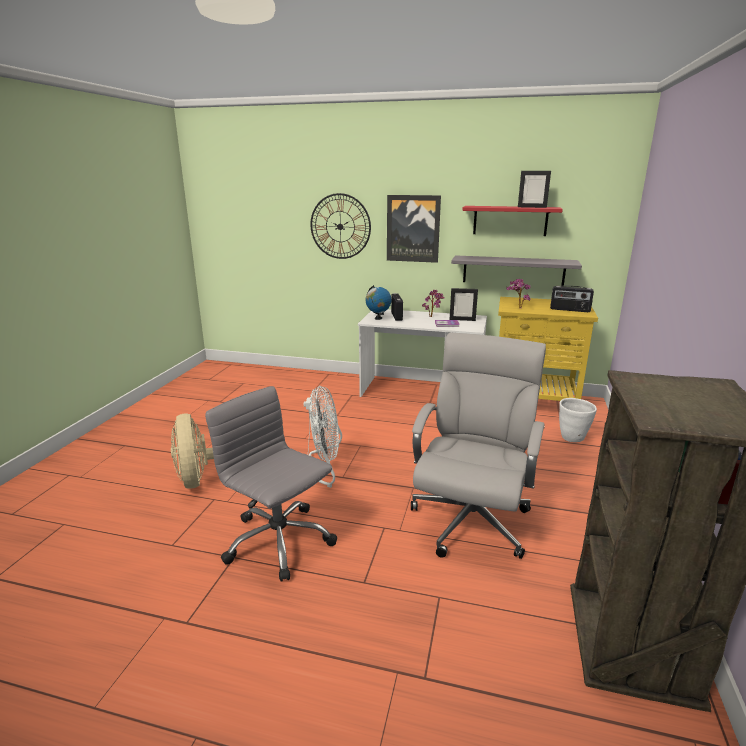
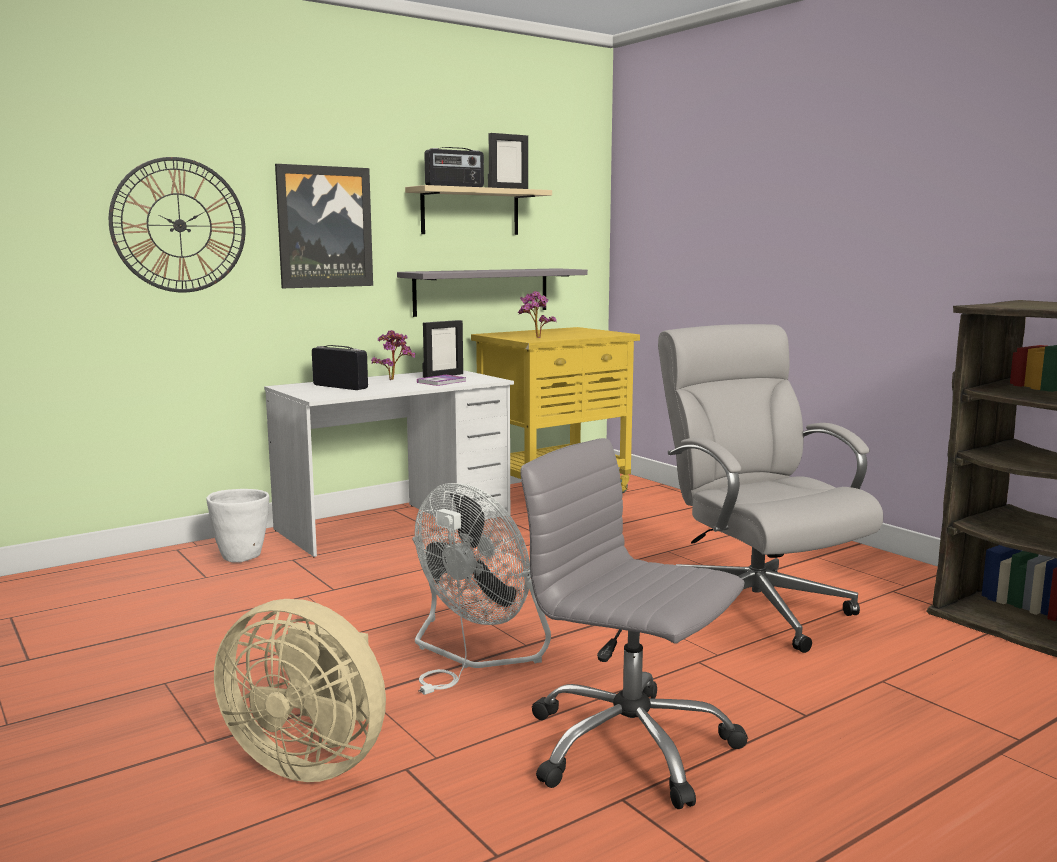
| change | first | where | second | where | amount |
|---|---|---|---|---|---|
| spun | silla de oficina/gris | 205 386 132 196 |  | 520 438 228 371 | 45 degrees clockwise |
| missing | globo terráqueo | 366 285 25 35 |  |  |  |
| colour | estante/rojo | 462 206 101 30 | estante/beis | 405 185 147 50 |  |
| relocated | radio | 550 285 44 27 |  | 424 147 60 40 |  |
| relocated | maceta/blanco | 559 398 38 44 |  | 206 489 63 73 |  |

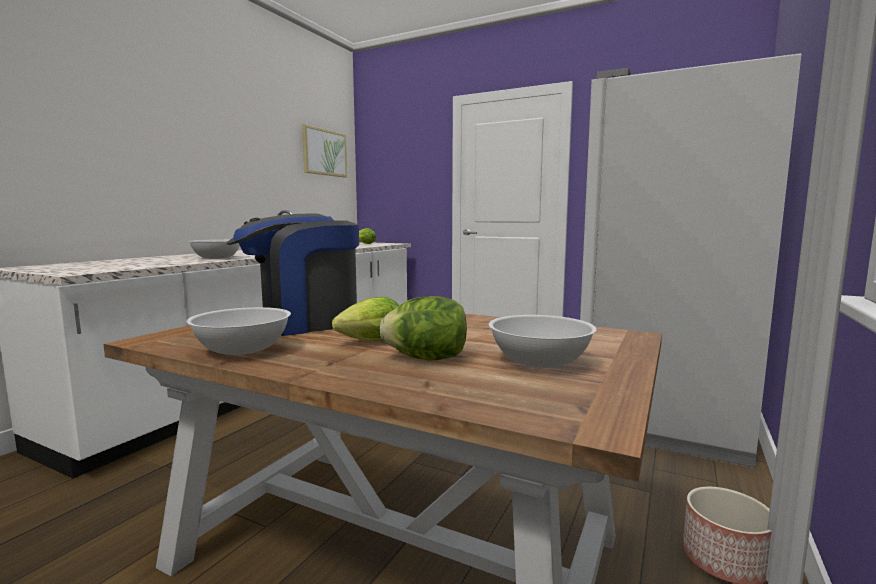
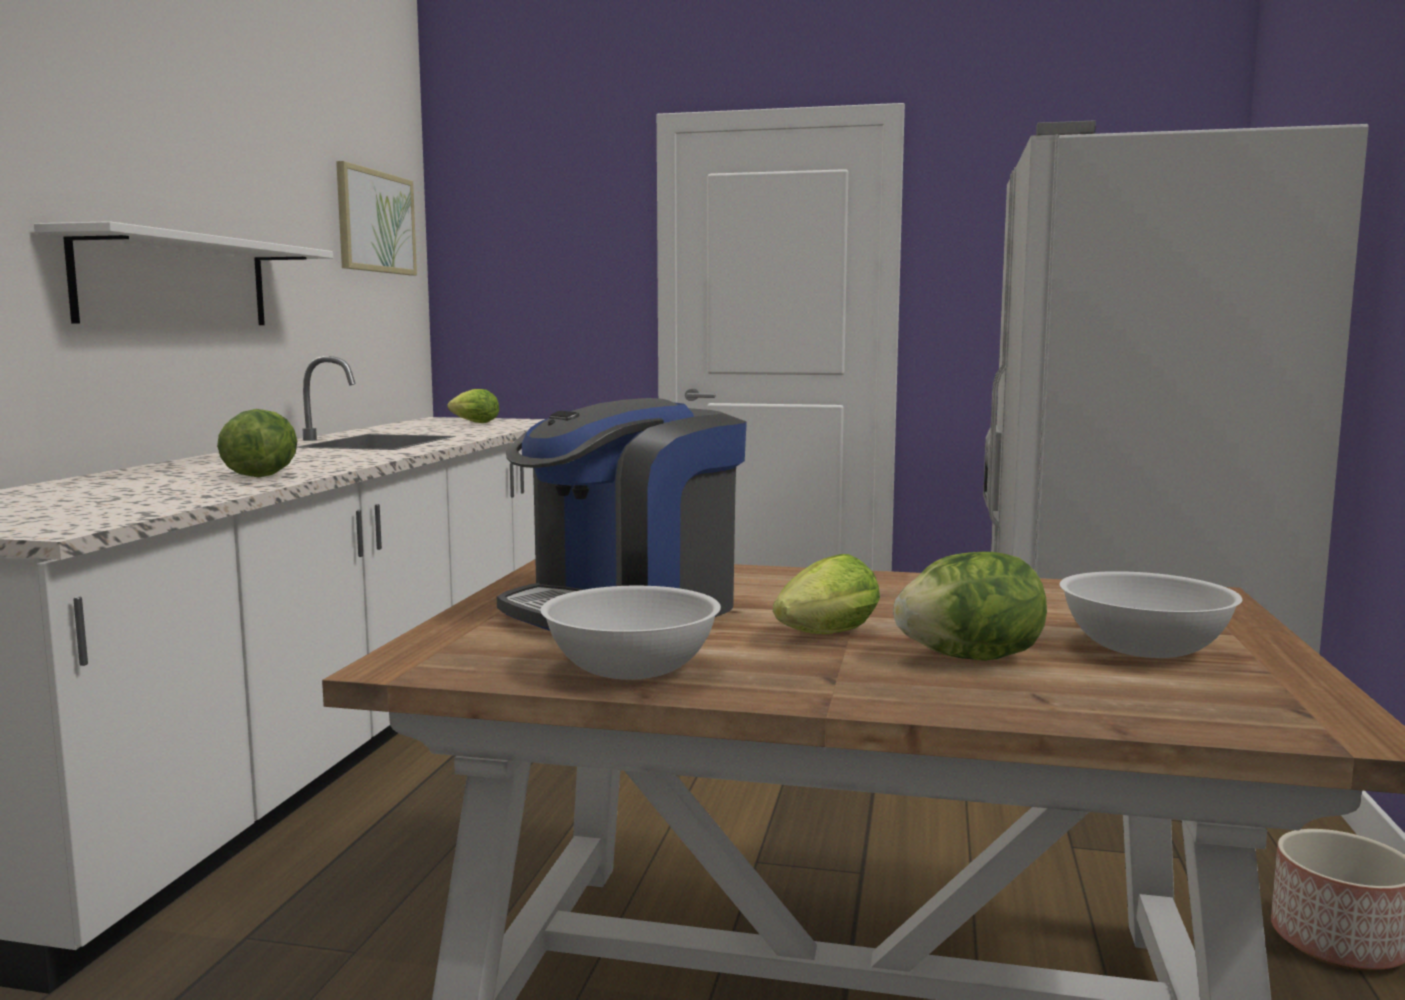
| change | first | where | second | where | amount |
|---|---|---|---|---|---|
| exchanged | cuenco/blanco | 188 240 52 19 | lechuga | 217 409 80 69 |  |
| appeared |  |  | estante/blanco | 34 221 299 104 |  |

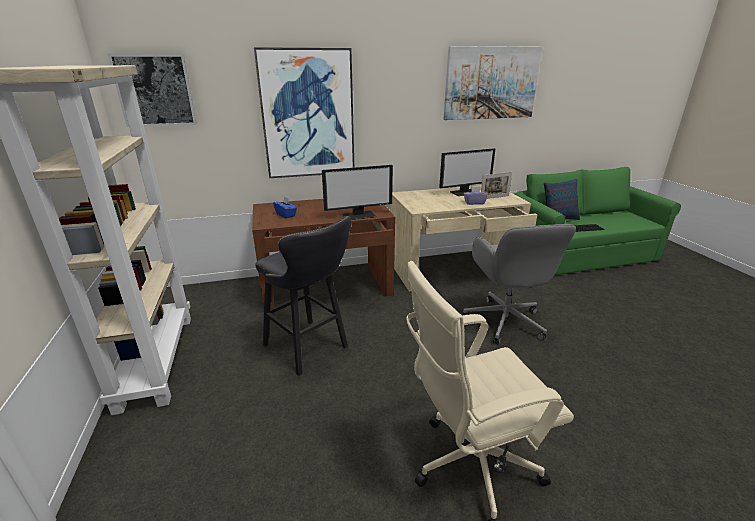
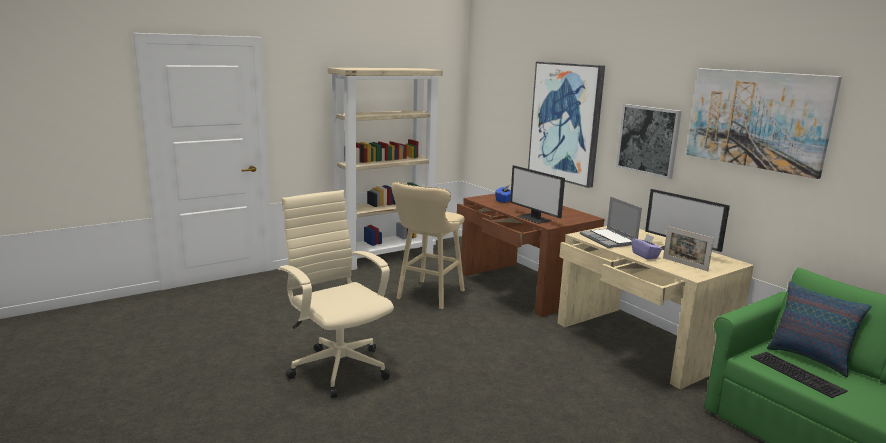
| change | first | where | second | where | amount |
|---|---|---|---|---|---|
| relocated | cuadro | 108 54 89 73 |  | 616 104 66 75 |  |
| colour | taburete/negro | 255 216 97 160 | taburete/beis | 391 182 74 127 |  |
| missing | silla de oficina/gris | 463 224 113 121 |  |  |  |
| appeared |  |  | portátil | 580 197 62 51 |  |

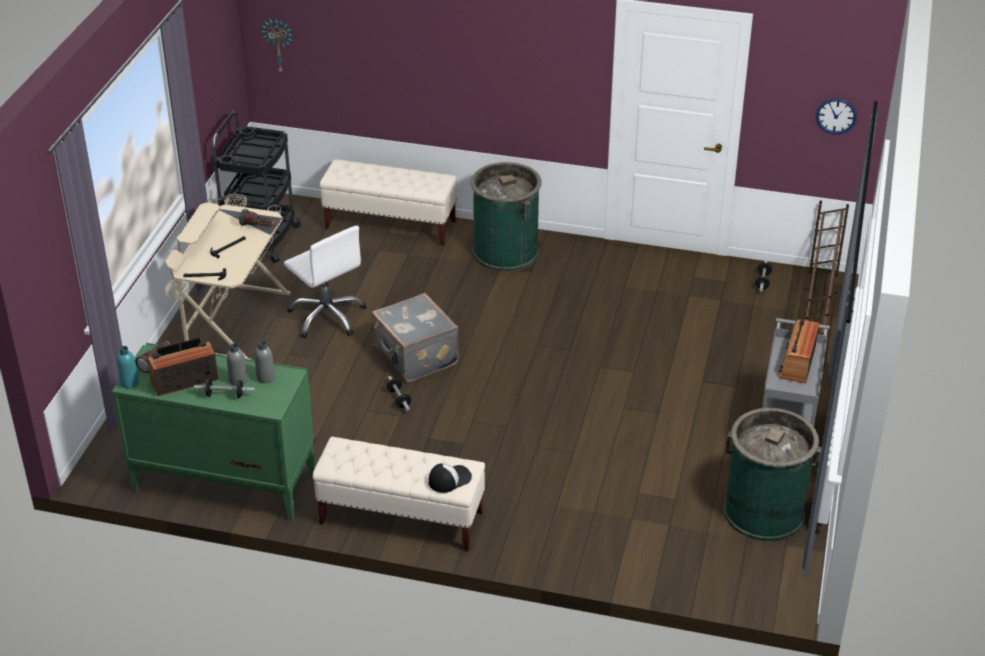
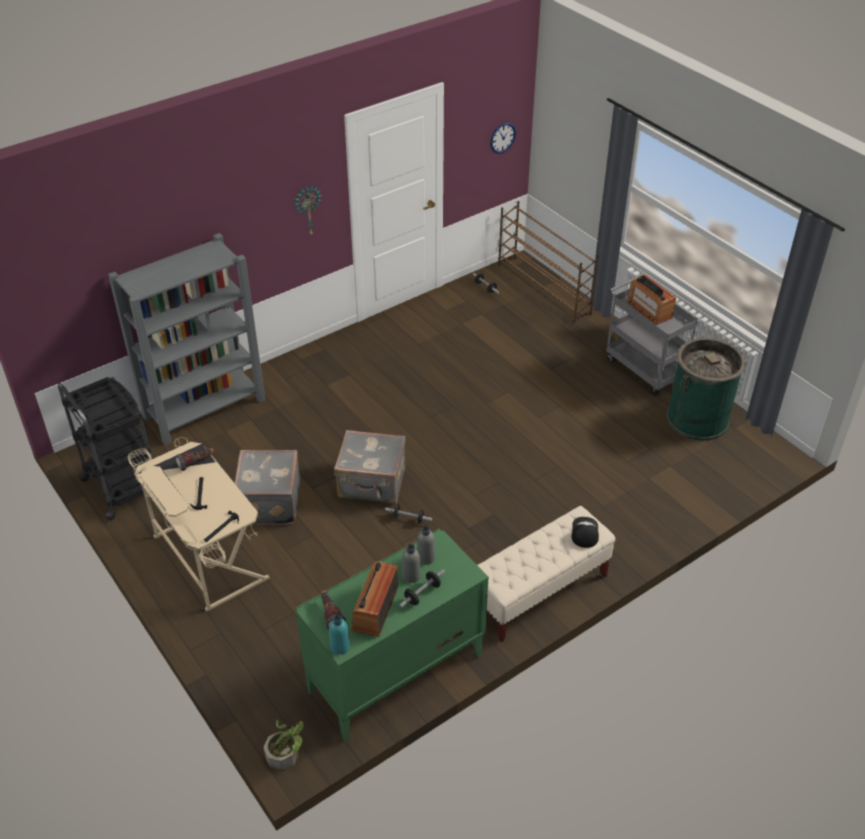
| change | first | where | second | where | amount |
|---|---|---|---|---|---|
| relocated | reloj de pared | 261 18 33 55 |  | 294 185 28 52 |  |
| exchanged | silla de oficina/blanco | 284 226 83 112 | maleta/gris | 235 450 65 75 |  |
| exchanged | banco/beis | 320 159 137 87 | estantería/gris | 108 233 157 212 |  |
| missing | papelera/verde | 471 162 71 109 |  |  |  |
| appeared |  |  | planta en maceta | 264 720 39 51 |  |

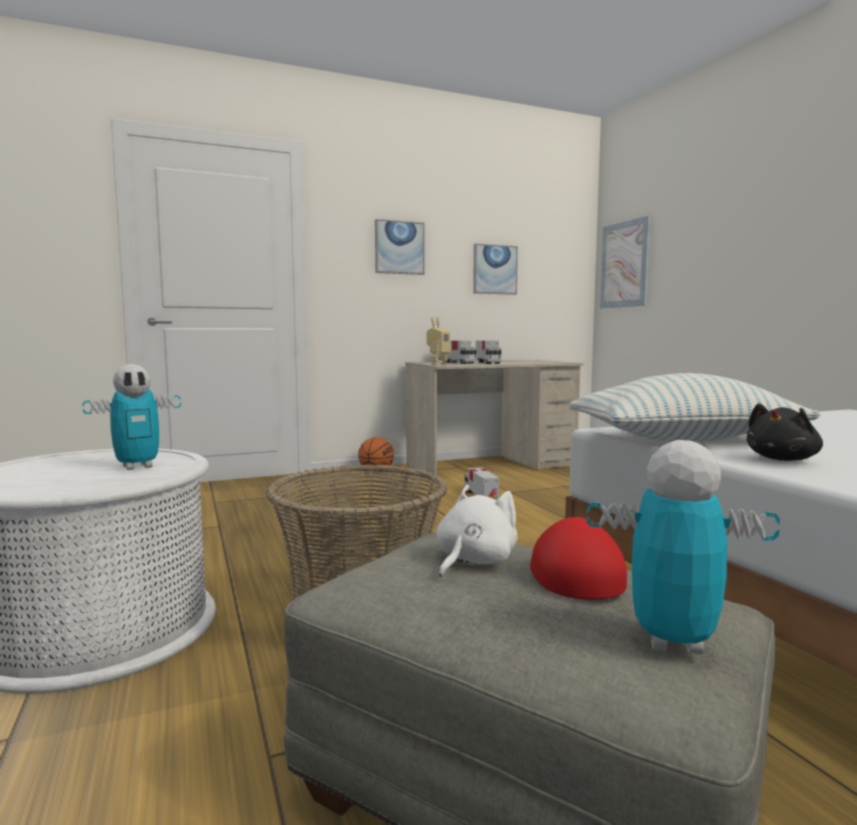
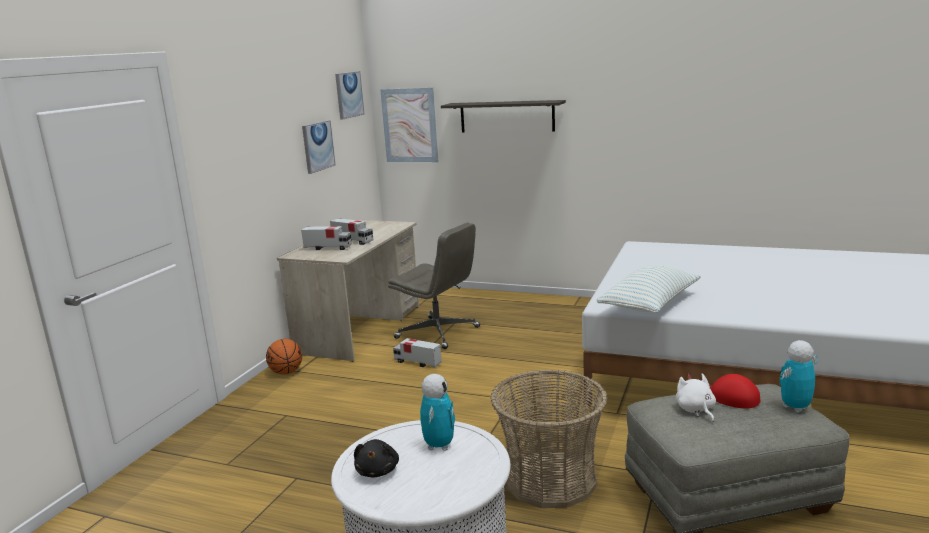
| change | first | where | second | where | amount |
|---|---|---|---|---|---|
| relocated | cuadro | 375 219 50 56 |  | 335 71 29 49 |  |
| missing | robot de juguete | 427 317 24 48 |  |  |  |
| relocated | peluche/negro | 747 403 76 58 |  | 354 439 45 38 |  |
| appeared |  |  | silla de oficina/gris | 388 223 92 126 |  |
| appeared |  |  | estante | 441 100 125 33 |  |

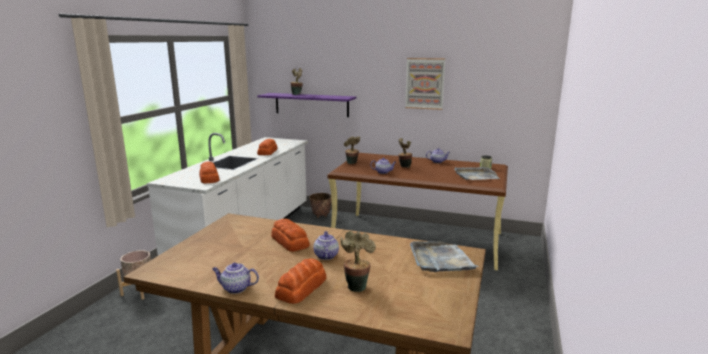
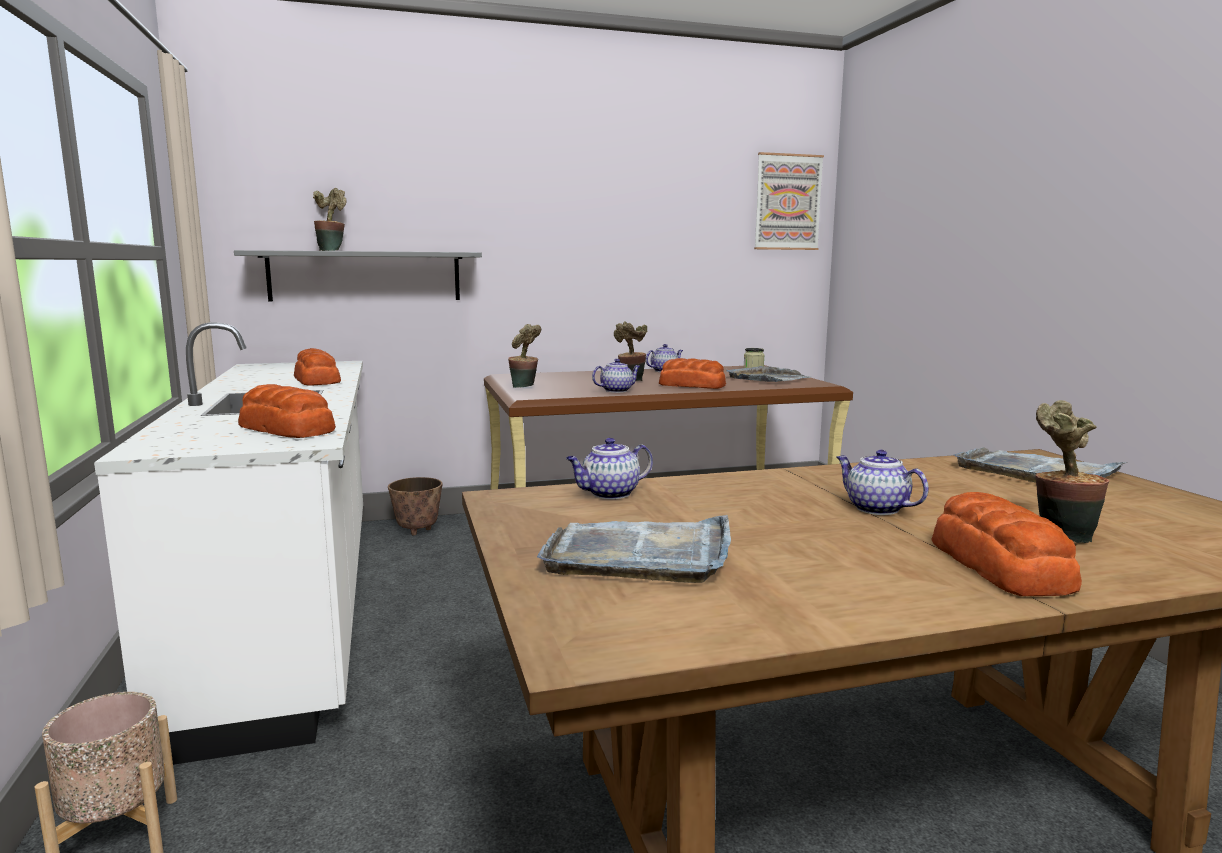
| change | first | where | second | where | amount |
|---|---|---|---|---|---|
| relocated | tetera | 212 263 47 31 |  | 566 438 87 61 |  |
| colour | estante/morado | 258 93 98 24 | estante/gris | 234 250 248 51 |  |
| relocated | pan | 271 219 39 33 |  | 659 358 67 31 |  |
| relocated | cuadro | 405 58 41 52 |  | 754 152 70 98 |  |
| appeared |  |  | bandeja/gris | 537 515 194 68 |  |

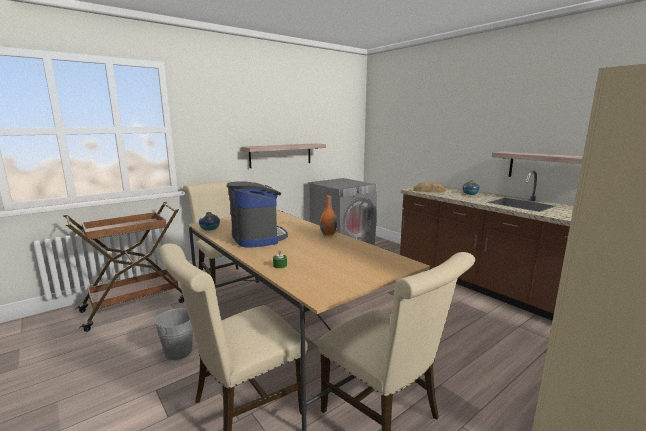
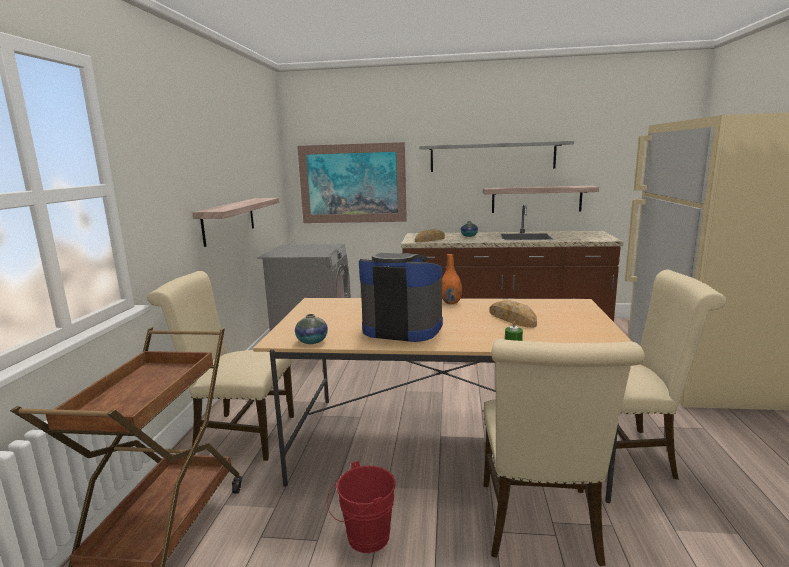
| change | first | where | second | where | amount |
|---|---|---|---|---|---|
| colour | cubo/gris | 152 308 41 52 | cubo/rojo | 327 461 69 92 |  |
| appeared |  |  | cuadro | 297 142 110 81 |  |
| appeared |  |  | estante/gris | 419 141 155 31 |  |
| appeared |  |  | pan | 490 300 47 28 |  |

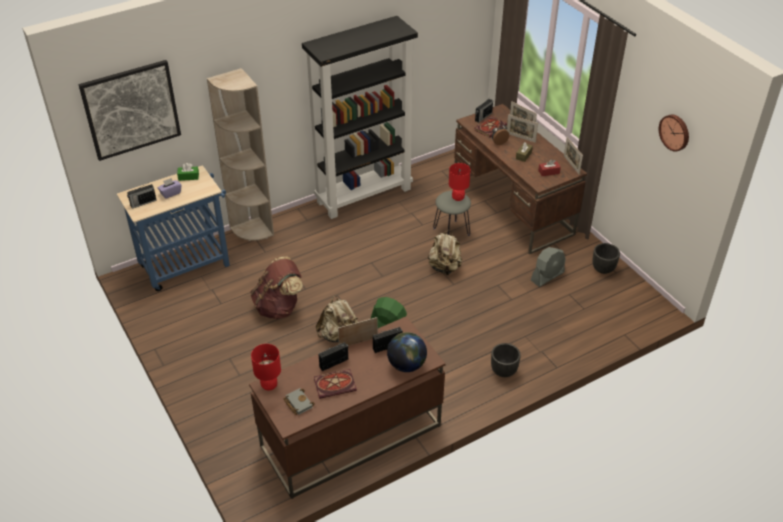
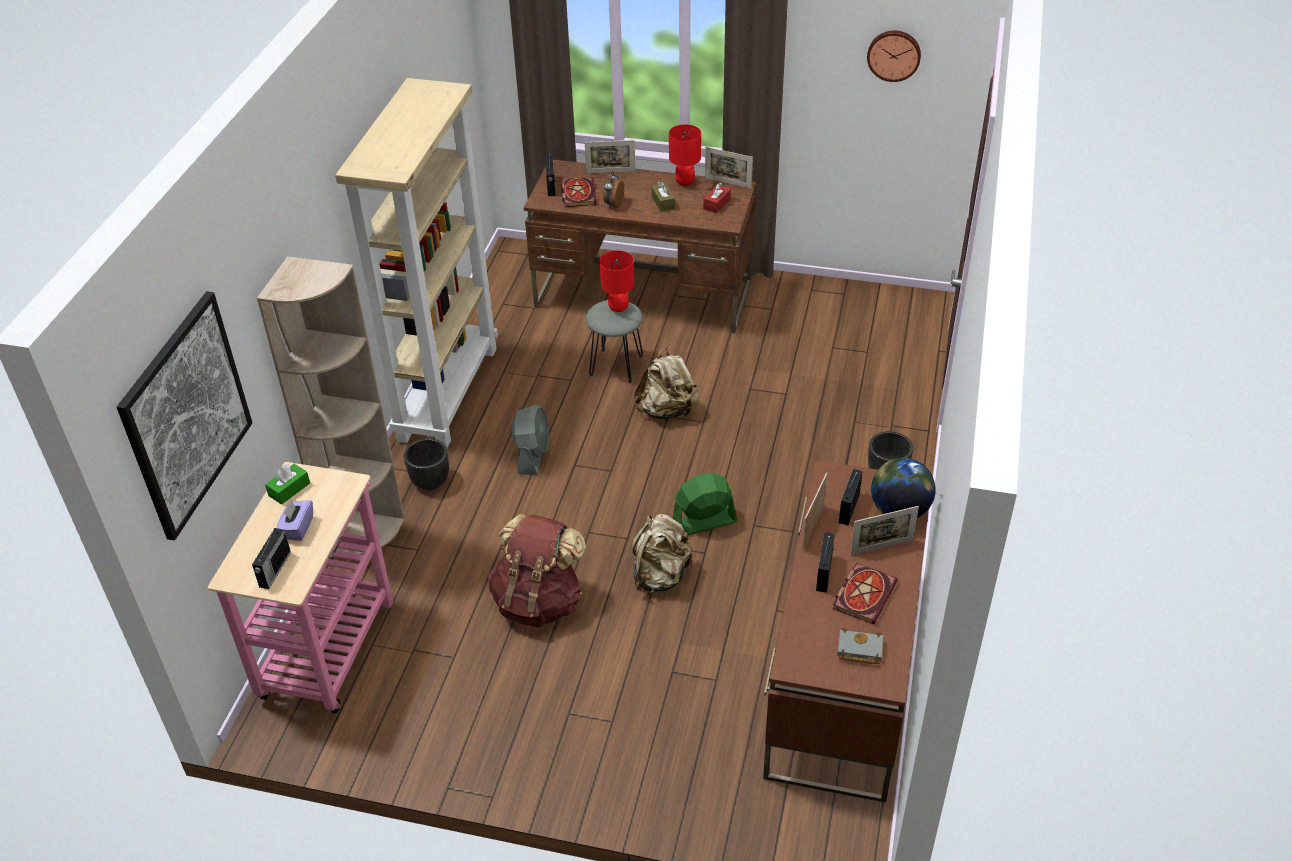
| change | first | where | second | where | amount |
|---|---|---|---|---|---|
| colour | carrito/azul | 117 166 113 125 | carrito/rosa | 208 462 185 251 |  |
| relocated | lámpara de mesa/rojo | 251 344 30 47 |  | 669 124 32 61 |  |
| colour | estantería/negro | 302 16 116 203 | estantería/beis | 335 78 163 370 |  |
| relocated | portarretratos | 507 114 31 29 |  | 850 506 69 49 |  |
| relocated | ventilador/gris | 531 247 35 40 |  | 512 404 37 71 |  |
| relocated | maceta/negro | 593 243 27 31 |  | 404 438 45 52 |  |

